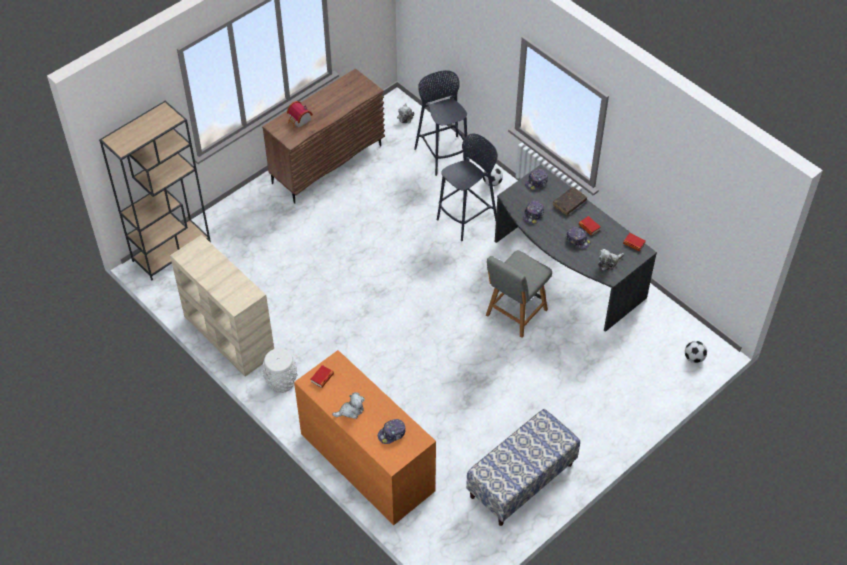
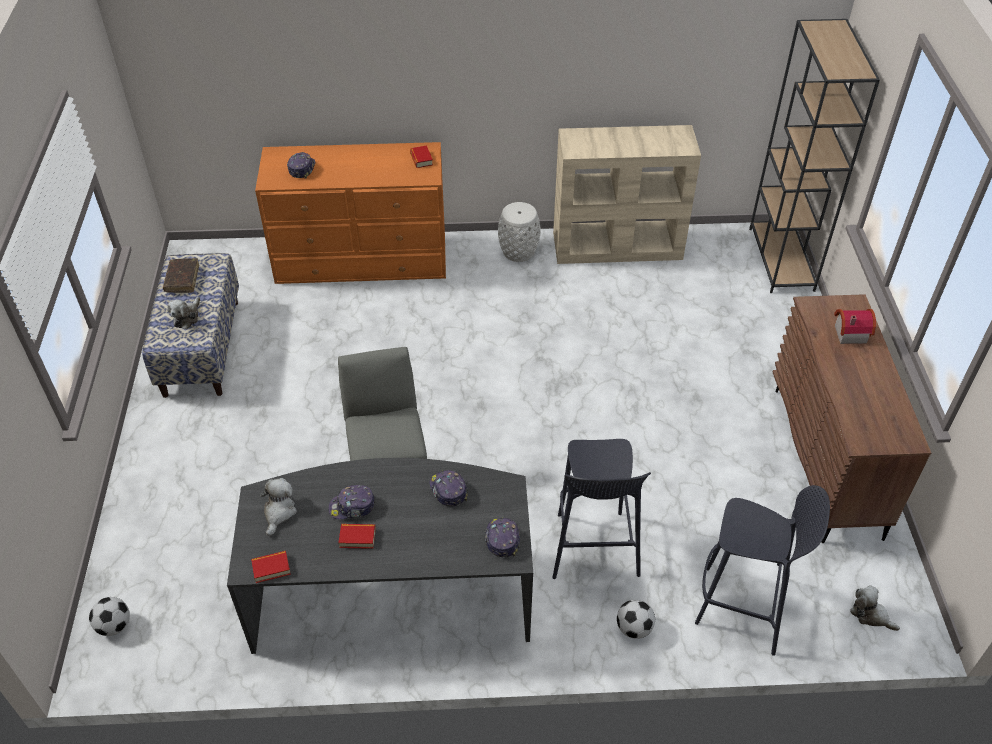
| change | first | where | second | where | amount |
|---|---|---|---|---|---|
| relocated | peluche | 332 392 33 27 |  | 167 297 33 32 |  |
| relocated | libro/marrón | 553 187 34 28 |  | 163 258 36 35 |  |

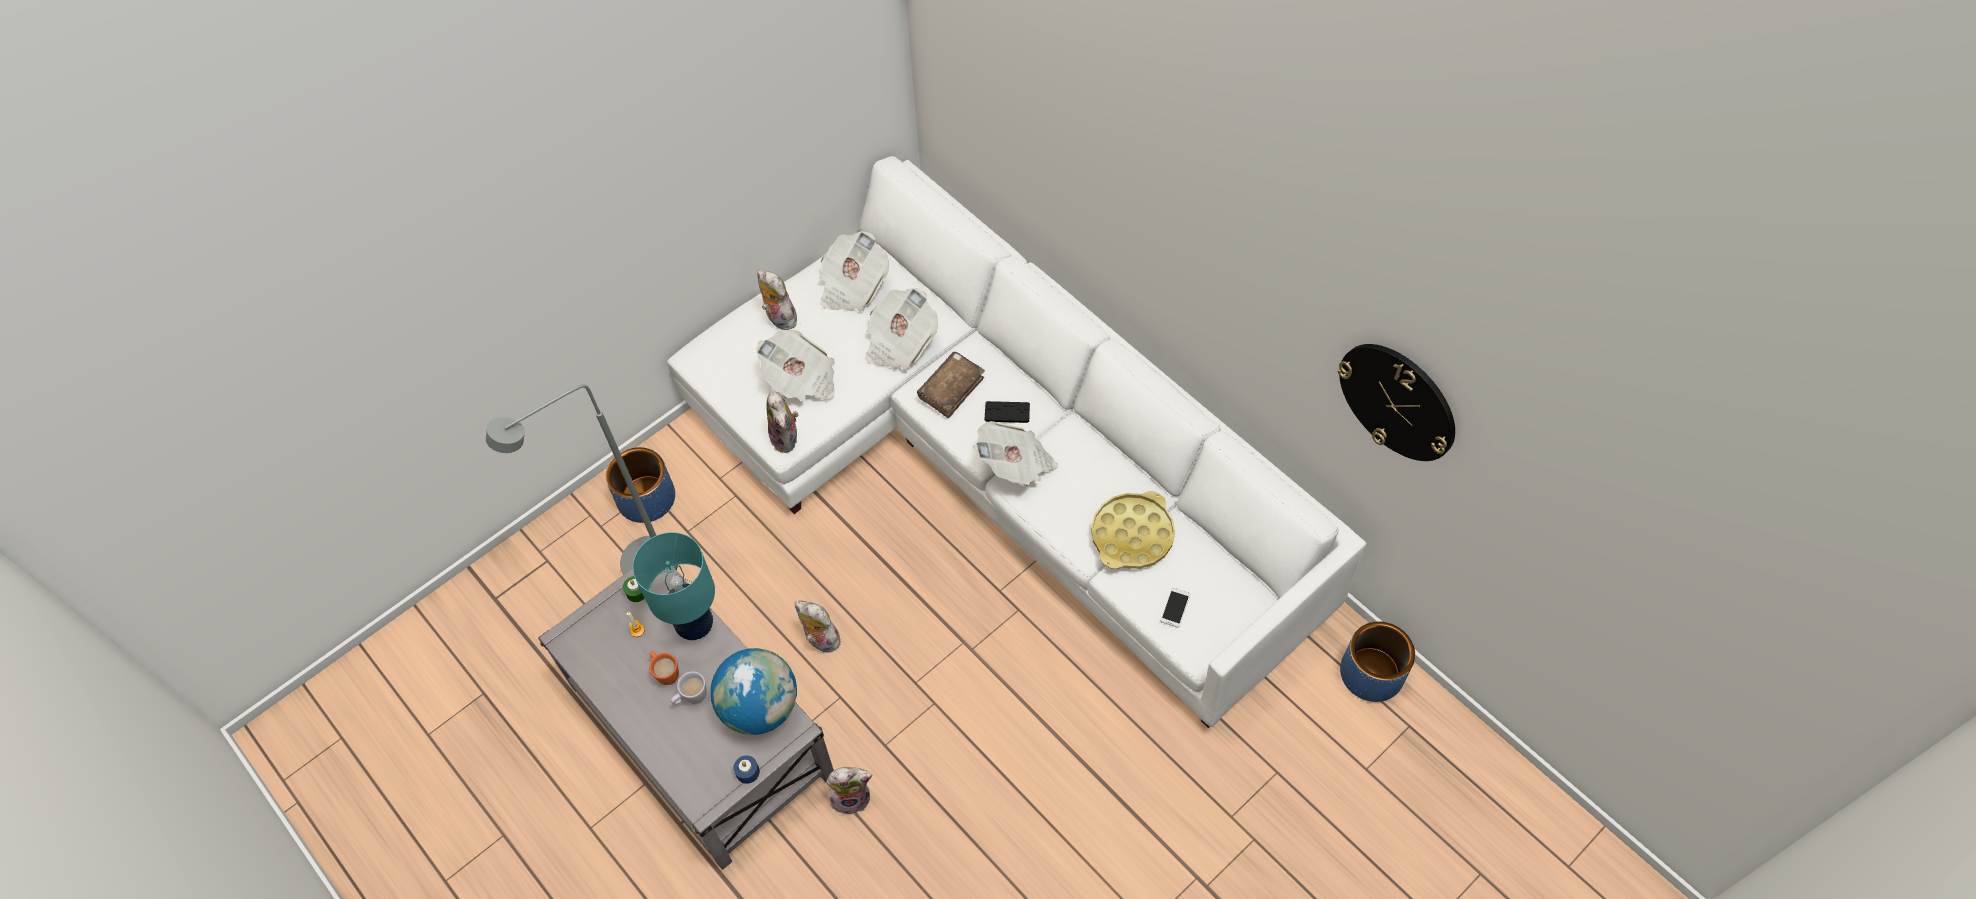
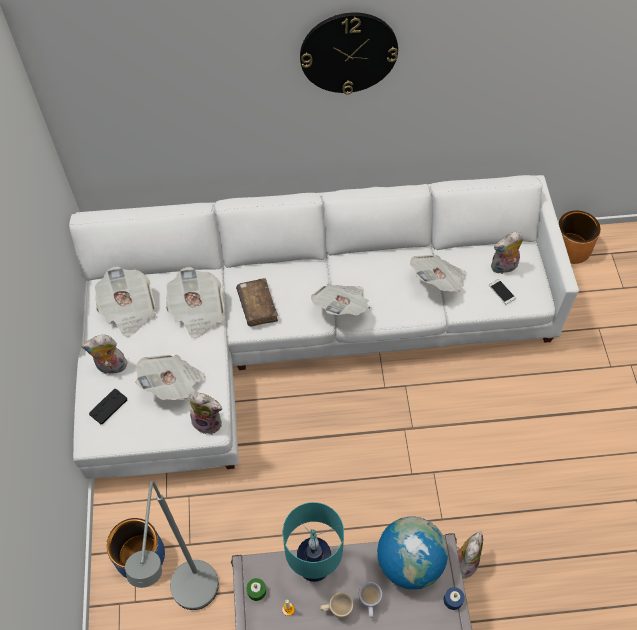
| change | first | where | second | where | amount |
|---|---|---|---|---|---|
| colour | taza grande/naranja | 649 651 30 34 | taza grande/beis | 320 592 33 27 |  |
| relocated | peluche | 795 601 46 52 |  | 491 231 32 43 |  |
| relocated | mando de consola/negro | 985 401 45 22 |  | 89 389 38 35 |  |
| exchanged | bandeja/amarillo | 1091 491 84 78 | periódico | 410 255 57 37 |  |
| relocated | reloj de pared | 1337 344 118 117 |  | 300 13 98 82 |  |
| colour | maceta/azul | 1340 621 75 81 | maceta/naranja | 558 210 43 54 |  |

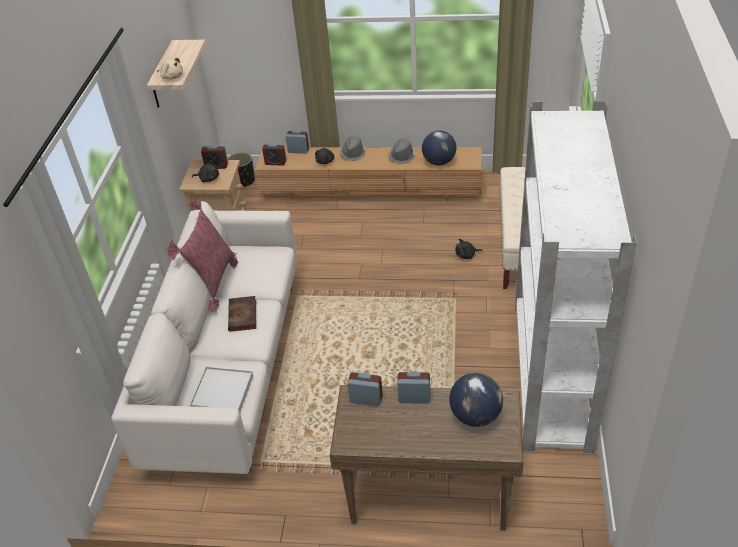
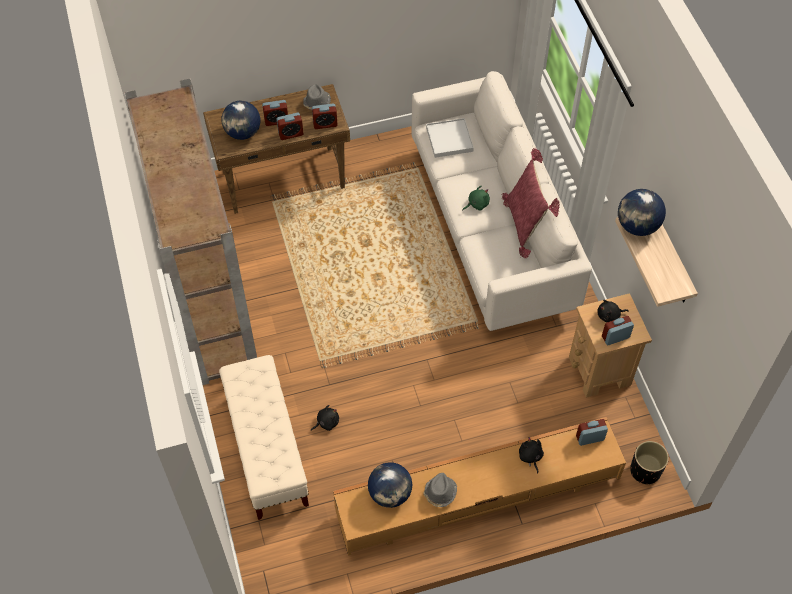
| change | first | where | second | where | amount |
|---|---|---|---|---|---|
| exchanged | peluche/beis | 157 57 26 23 | globo terráqueo | 618 189 48 47 |  |
| exchanged | libro | 228 296 28 36 | peluche/verde | 462 186 28 24 |  |
| relocated | despertador | 286 130 23 24 |  | 262 100 26 26 |  |
| relocated | sombrero/gris | 340 136 26 25 |  | 303 84 28 26 |  |
| colour | estantería/blanco | 515 101 122 352 | estantería/marrón | 124 78 133 307 |  |

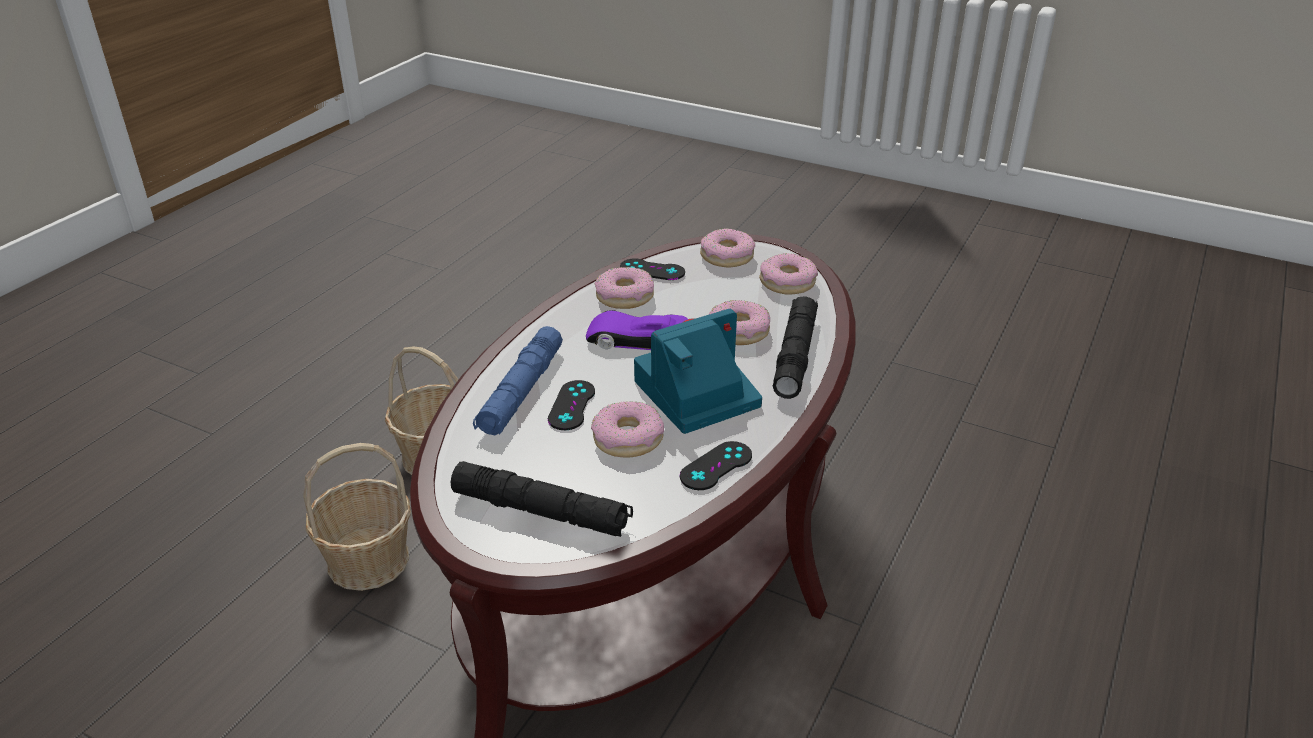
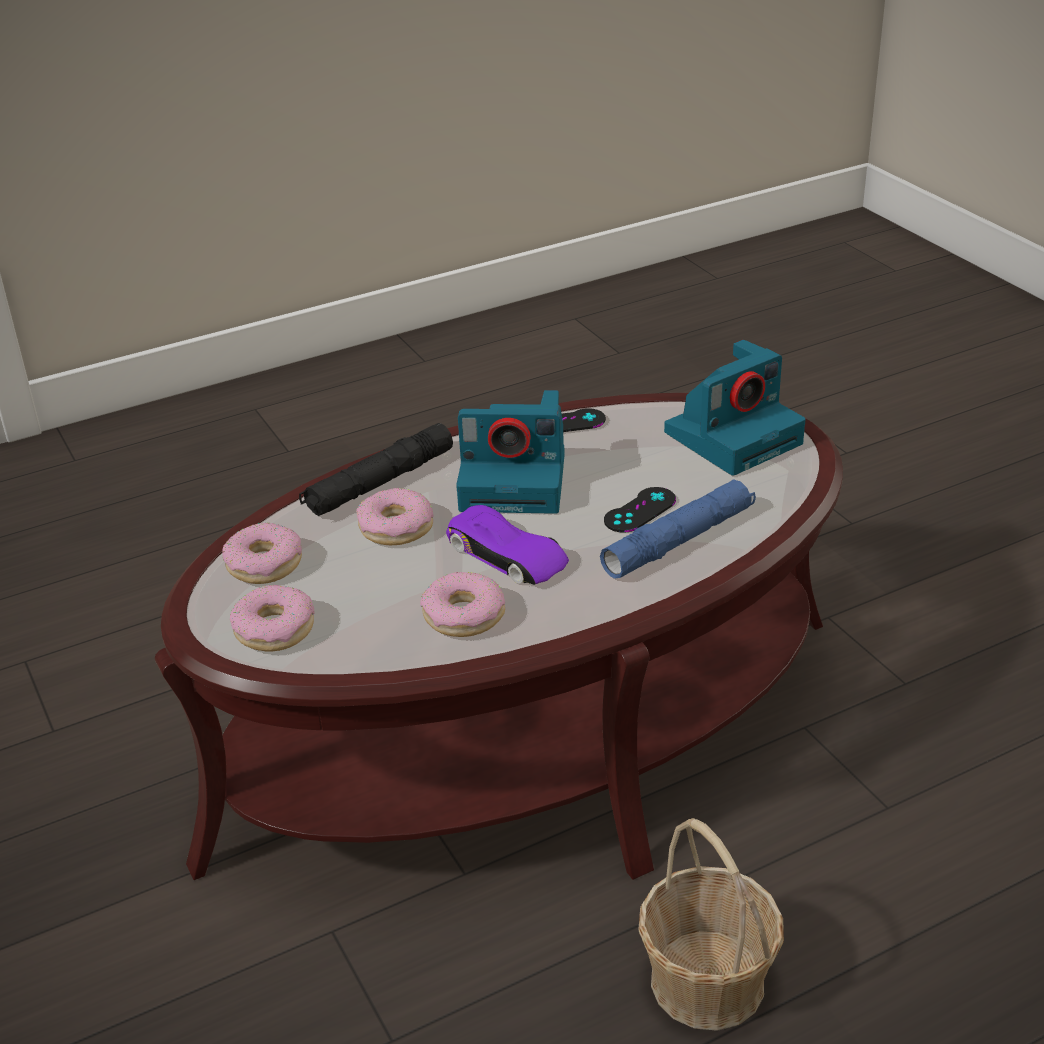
| change | first | where | second | where | amount |
|---|---|---|---|---|---|
| missing | cesta | 303 443 108 148 |  |  |  |
| exchanged | linterna/negro | 451 461 182 76 | cámara | 664 340 141 136 |  |
| missing | rosquilla | 591 401 73 56 |  |  |  |
| missing | mando de consola/negro | 620 258 65 22 |  |  |  |

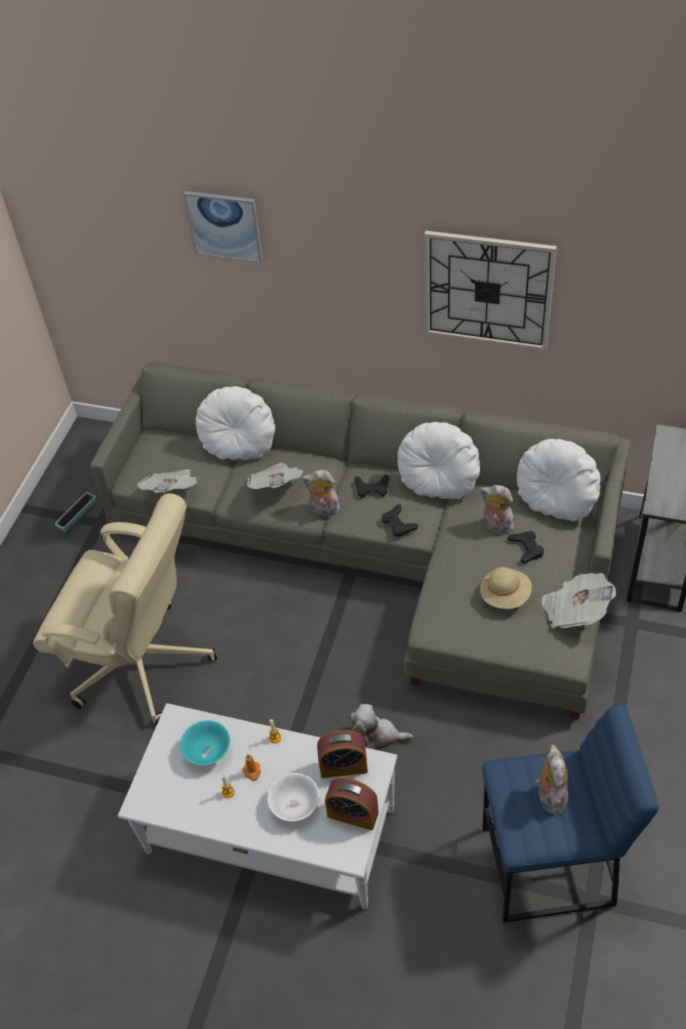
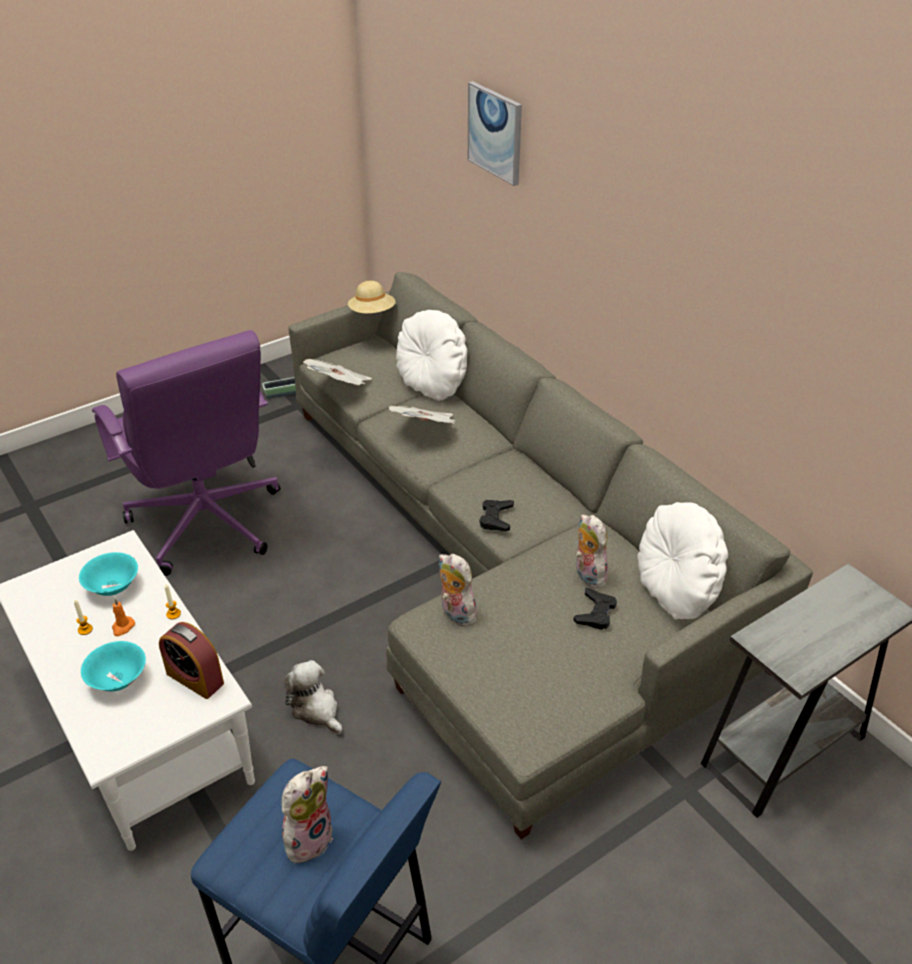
| change | first | where | second | where | amount |
|---|---|---|---|---|---|
| colour | silla de oficina/beis | 33 493 184 233 | silla de oficina/morado | 92 330 188 246 |  |
| colour | cuenco/blanco | 267 773 53 48 | cuenco/turquesa | 81 641 65 51 |  |
| relocated | peluche | 301 470 39 46 |  | 439 554 42 73 |  |
| missing | despertador | 325 778 54 52 |  |  |  |
| missing | mando de consola/negro | 354 474 35 24 |  |  |  |
| missing | cojín/blanco | 397 422 83 77 |  |  |  |
| missing | reloj de pared | 424 231 133 120 |  |  |  |
| relocated | sombrero/beis | 480 567 52 42 |  | 348 281 48 33 |  |
| missing | periódico | 541 573 75 55 |  |  |  |

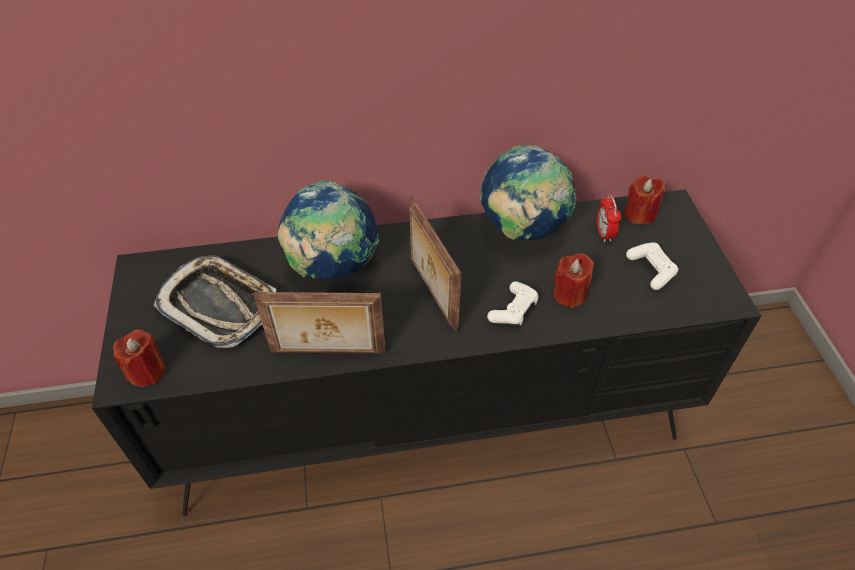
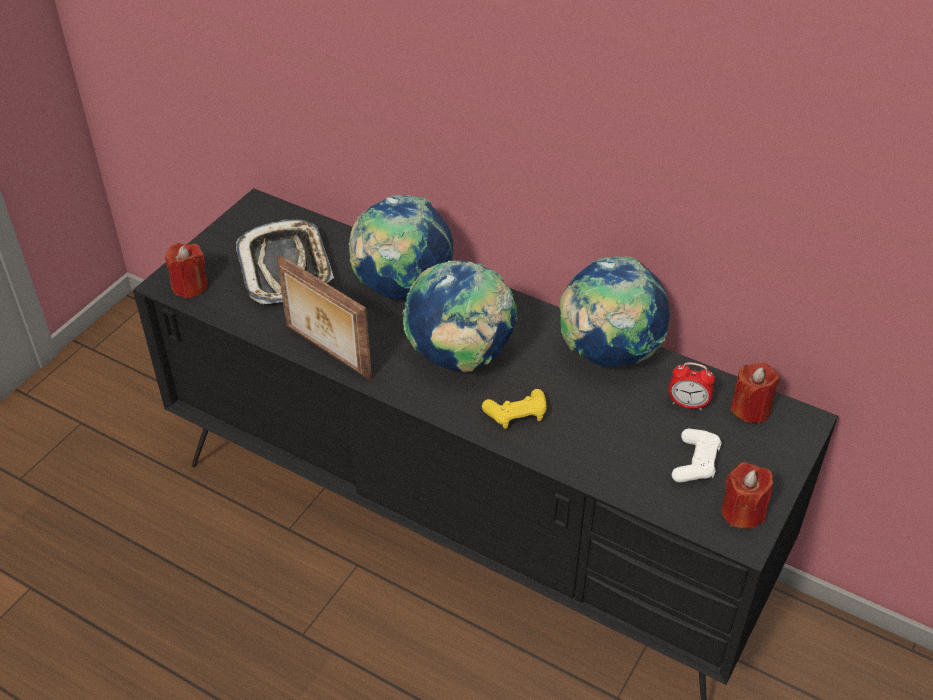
| change | first | where | second | where | amount |
|---|---|---|---|---|---|
| exchanged | portarretratos | 410 196 51 137 | globo terráqueo | 402 260 115 112 |  |
| colour | mando de consola/blanco | 487 281 51 45 | mando de consola/amarillo | 482 389 65 40 |  |
| relocated | vela/rojo | 553 253 41 55 |  | 721 462 52 67 |  |
| spun | despertador | 597 195 24 47 |  | 668 362 47 48 | 105 degrees counterclockwise |

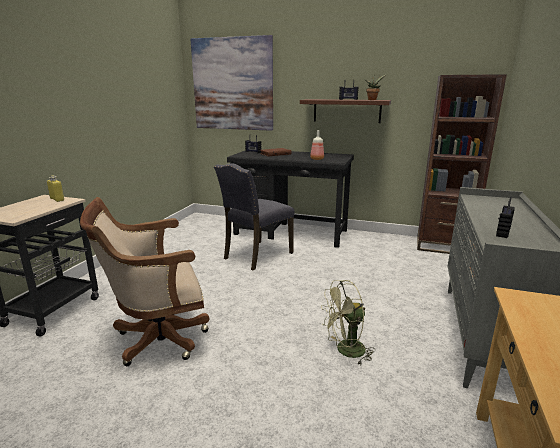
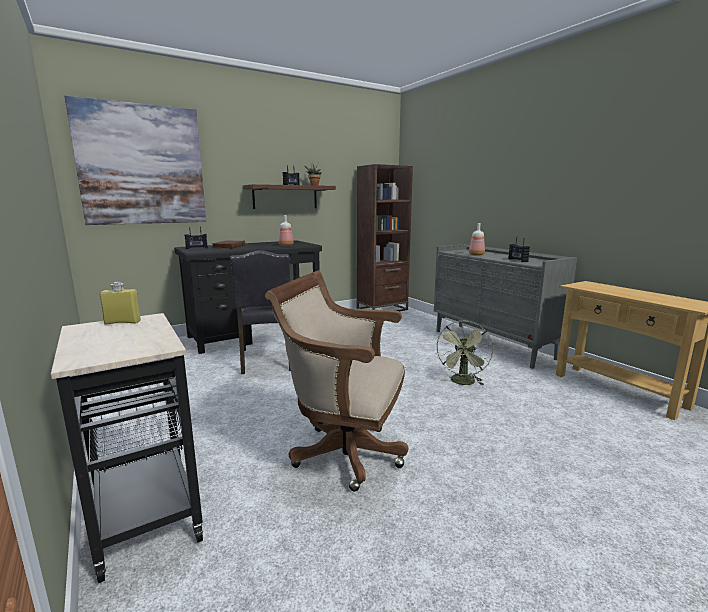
| change | first | where | second | where | amount |
|---|---|---|---|---|---|
| spun | silla de oficina | 80 197 129 169 |  | 265 270 144 221 | 90 degrees clockwise |
| appeared |  |  | botella | 469 223 16 33 |  |

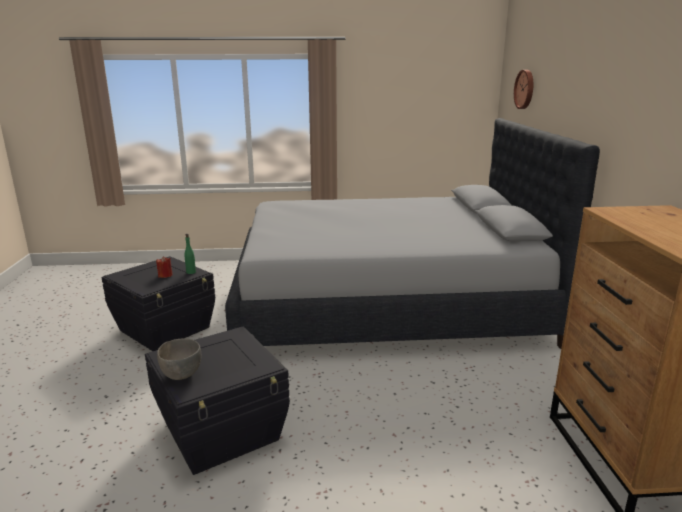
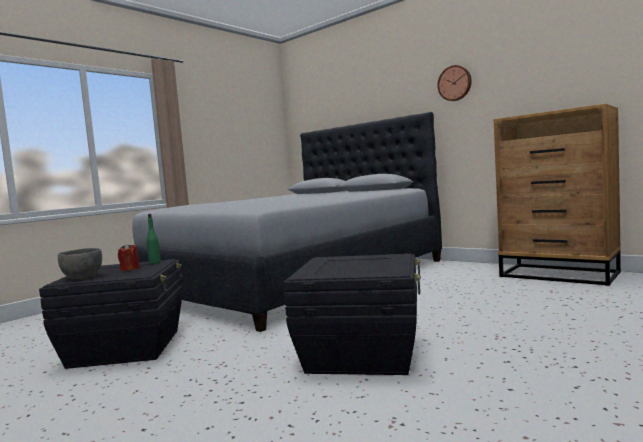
| change | first | where | second | where | amount |
|---|---|---|---|---|---|
| relocated | cuenco/gris | 157 339 44 41 |  | 58 248 44 32 |  |
| relocated | reloj de pared | 514 70 19 39 |  | 437 65 35 36 |  |

